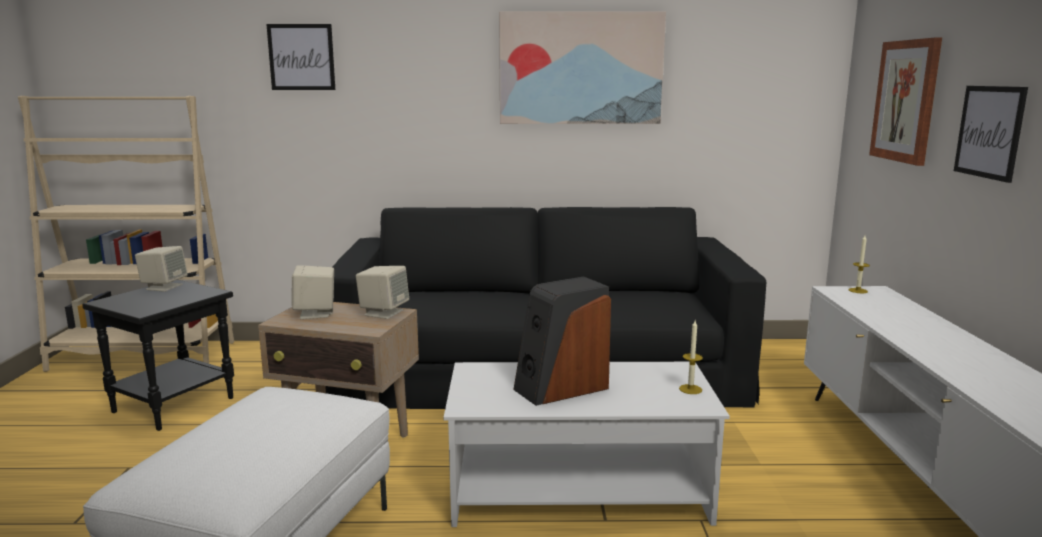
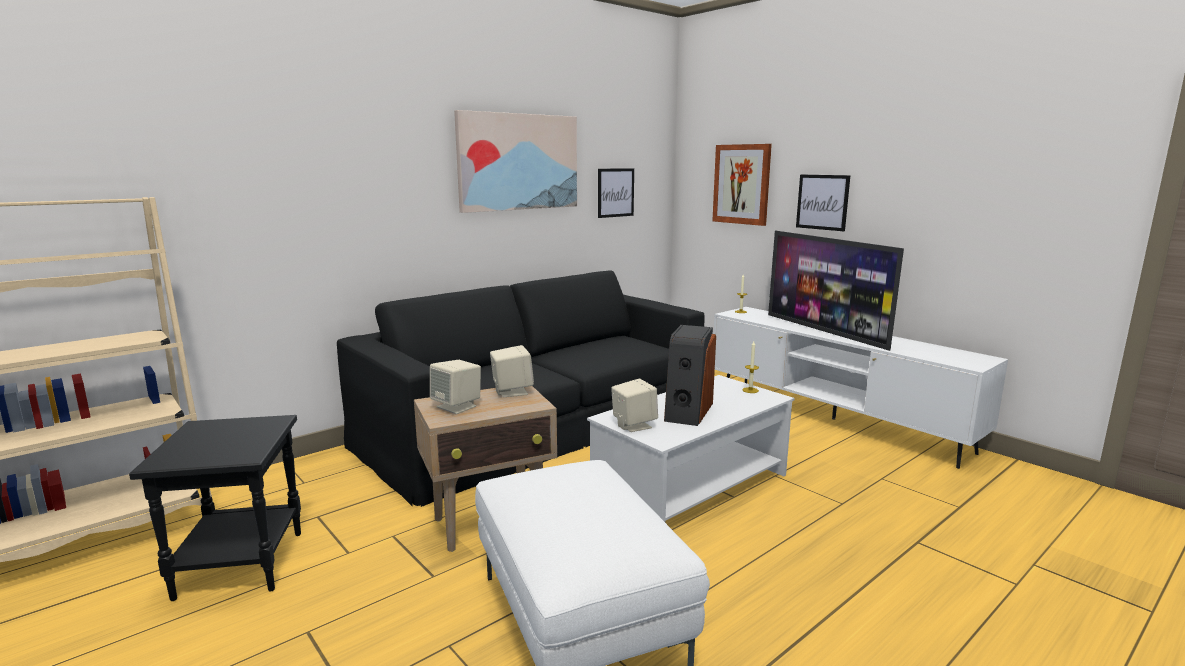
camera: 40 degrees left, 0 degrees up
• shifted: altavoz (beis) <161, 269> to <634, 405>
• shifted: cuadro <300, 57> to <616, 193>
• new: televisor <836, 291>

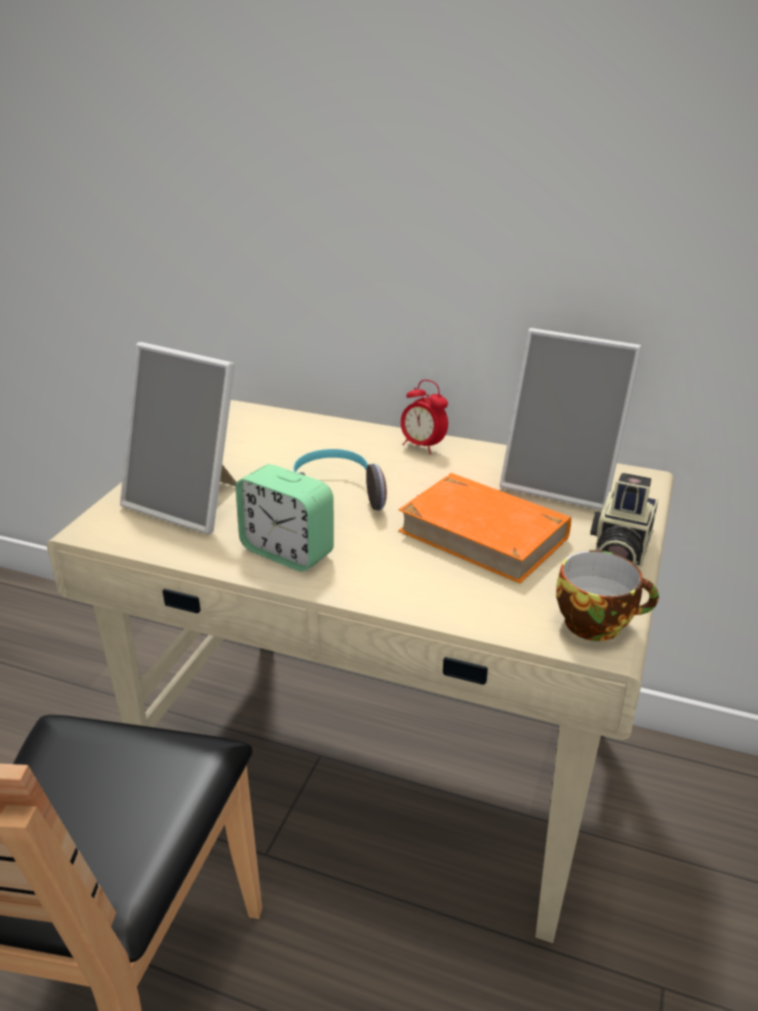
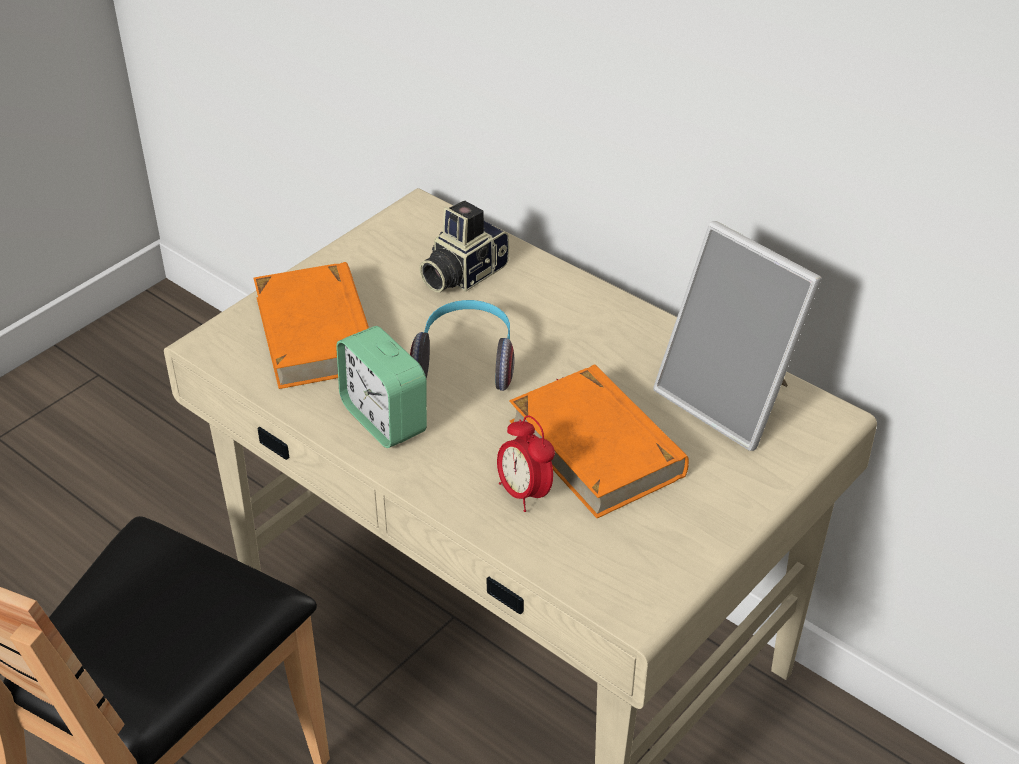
camera: 20 degrees right, 10 degrees up
• swapped: portarretratos <178, 438> to libro (naranja) <311, 325>
• shifted: despertador <424, 417> to <526, 463>
• gone: taza <607, 595>
• shifted: cámara <624, 520> to <464, 246>

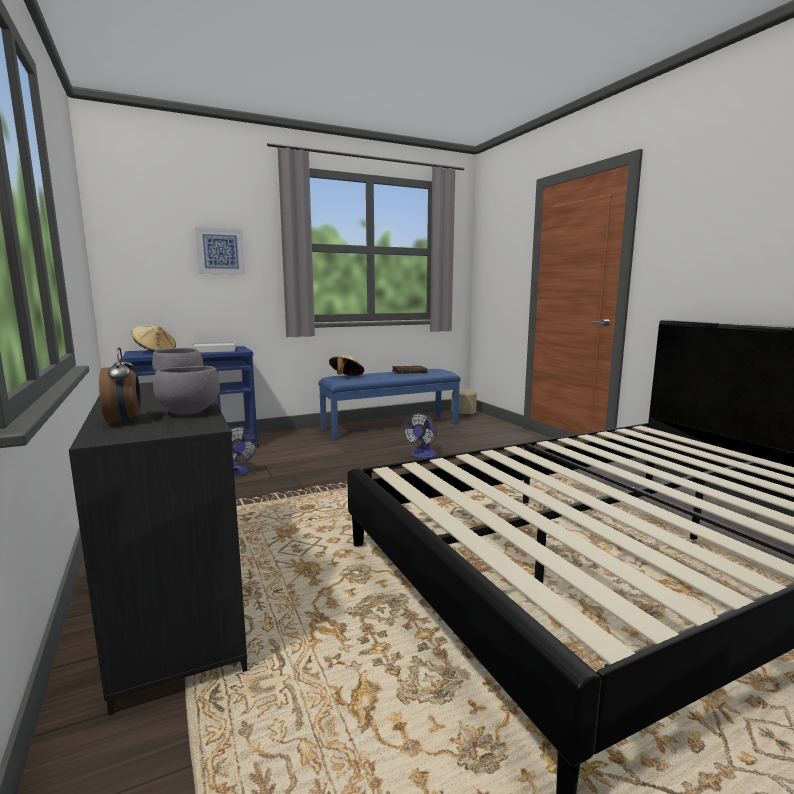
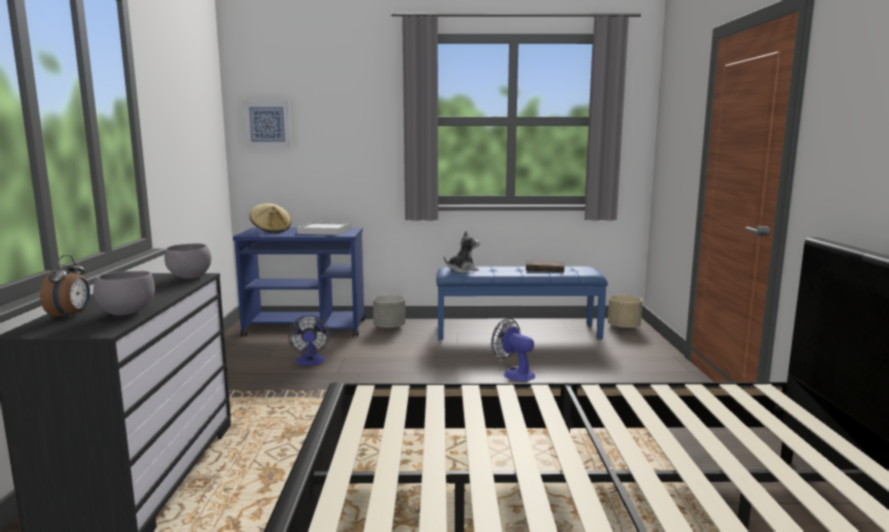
camera: 25 degrees right, 0 degrees up
• shifted: cuadro <220, 251> to <267, 124>
• swapped: sombrero (beis) <346, 365> to peluche <462, 252>
• rotated: ventilador <420, 435> = <513, 349> 90 degrees clockwise
• new: maceta (gris) <389, 312>

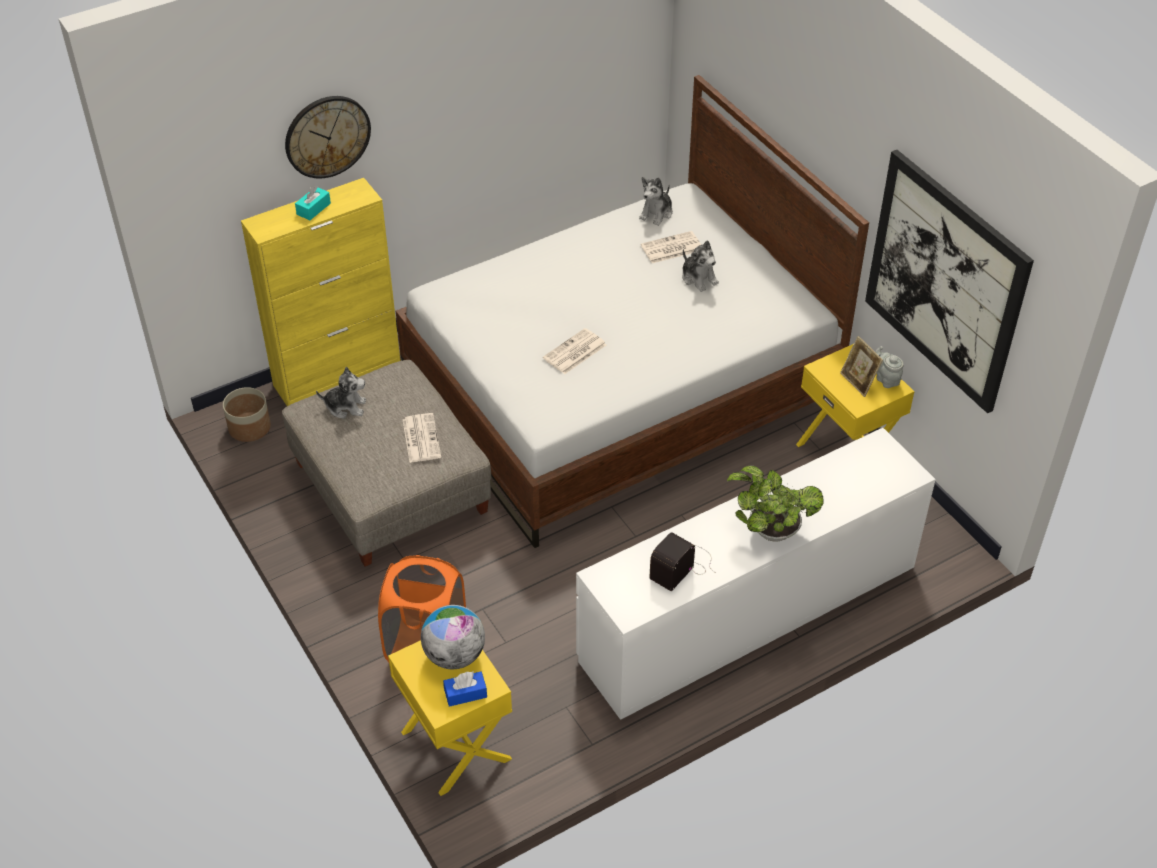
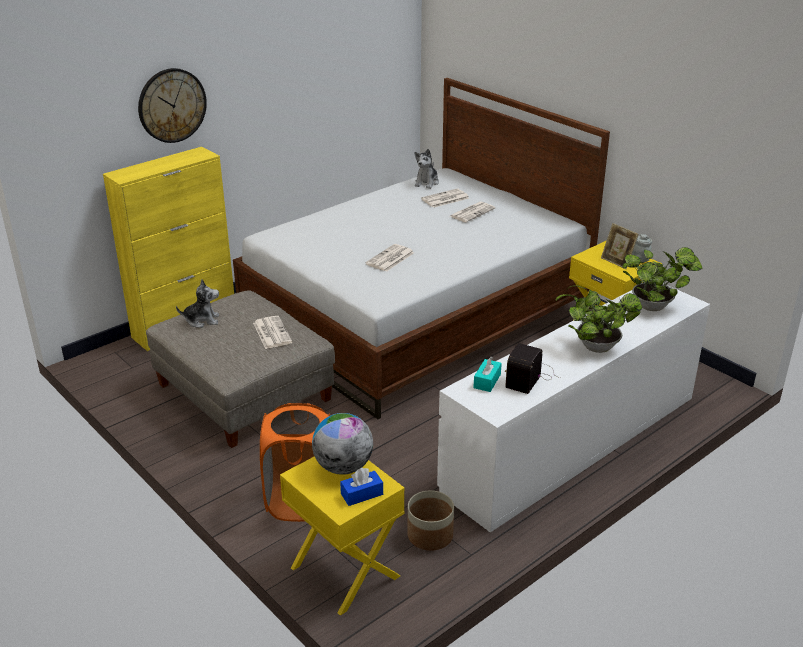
camera: 10 degrees left, 15 degrees down
• shifted: maceta <247, 414> to <431, 520>
• shifted: caja de pañuelos (turquesa) <313, 202> to <487, 374>
• swapped: peluche <700, 266> to periódico <473, 212>
• gone: cuadro <949, 281>
• new: planta en maceta <662, 279>

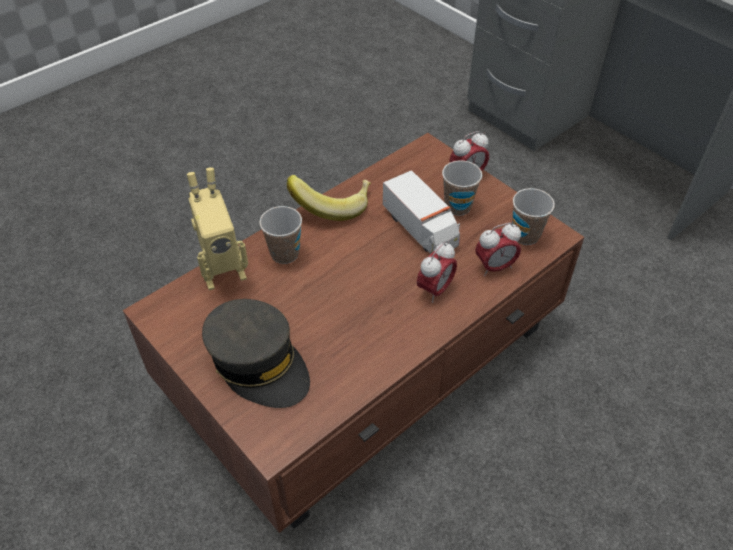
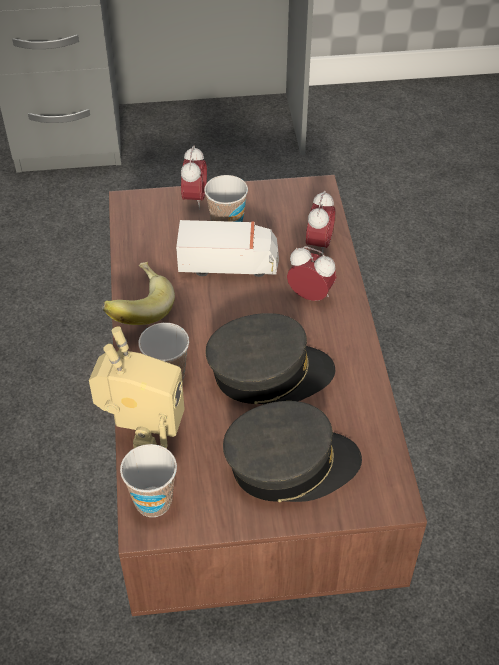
camera: 55 degrees left, 0 degrees up
• rotated: despertador <437, 272> = <311, 273> 45 degrees counterclockwise
• shifted: taza <533, 216> to <148, 480>
• new: gorra (gris) <270, 358>

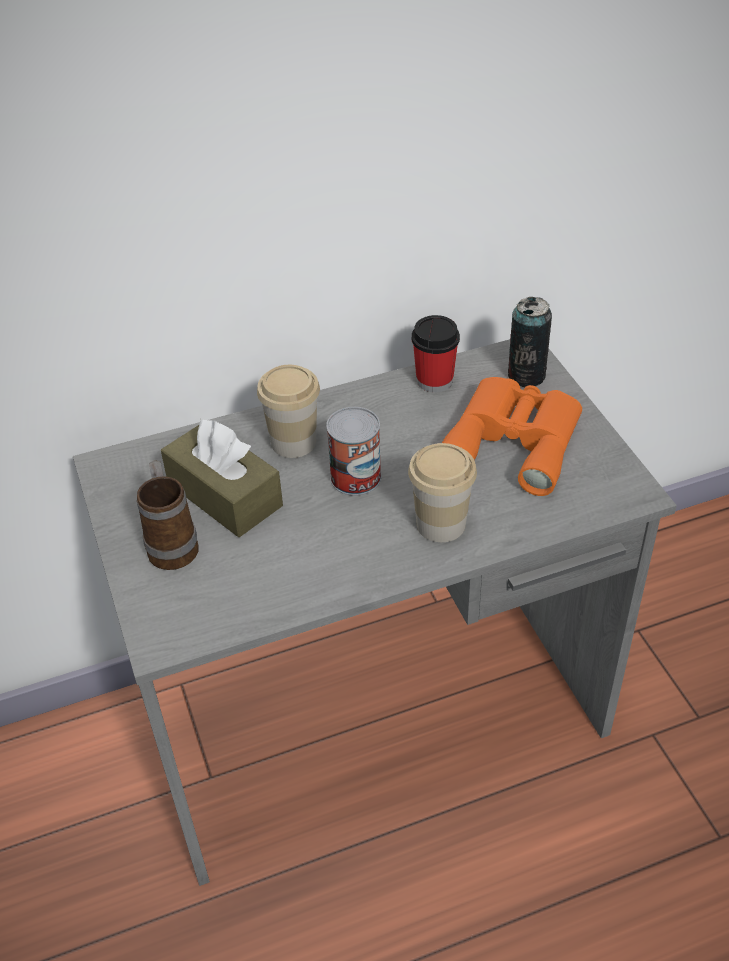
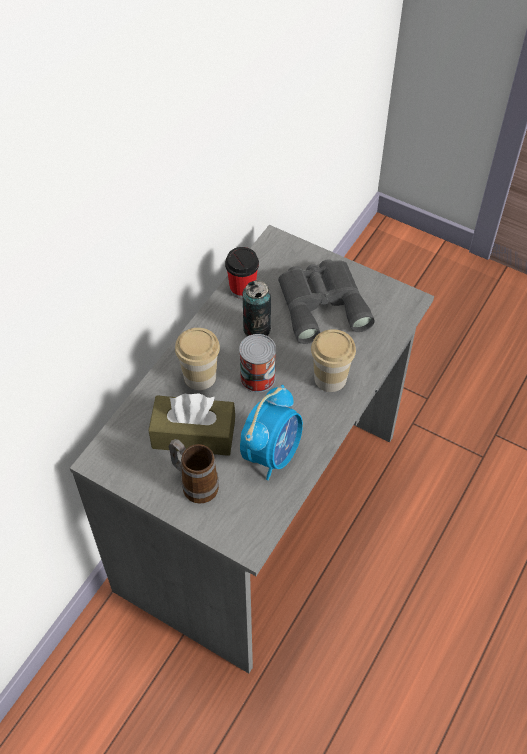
camera: 40 degrees left, 10 degrees up
• repainted: prismáticos (naranja) <512, 436> to prismáticos (gris) <326, 301>
• shifted: lata <530, 342> to <257, 308>
• new: despertador <271, 432>

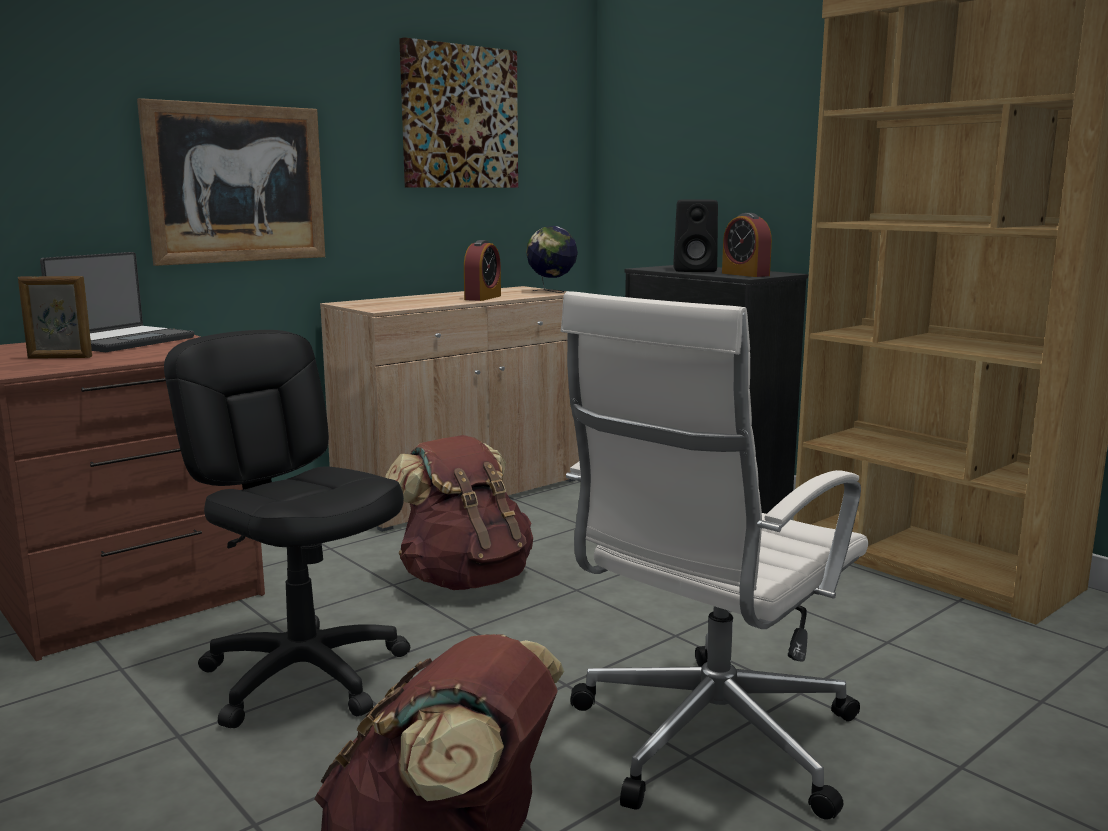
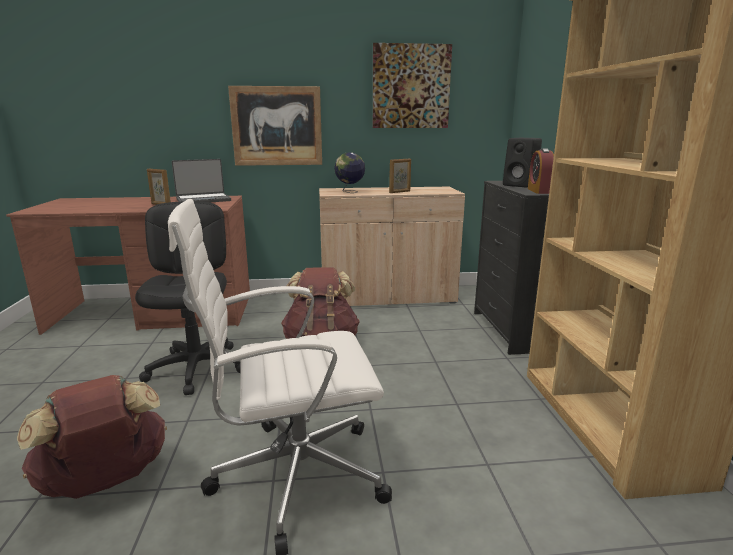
camera: 35 degrees right, 5 degrees up
• swapped: despertador <482, 270> to portarretratos <400, 176>
• shifted: globo terráqueo <552, 259> to <349, 172>

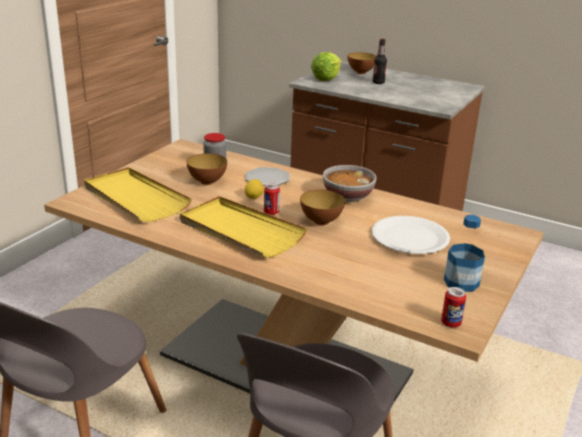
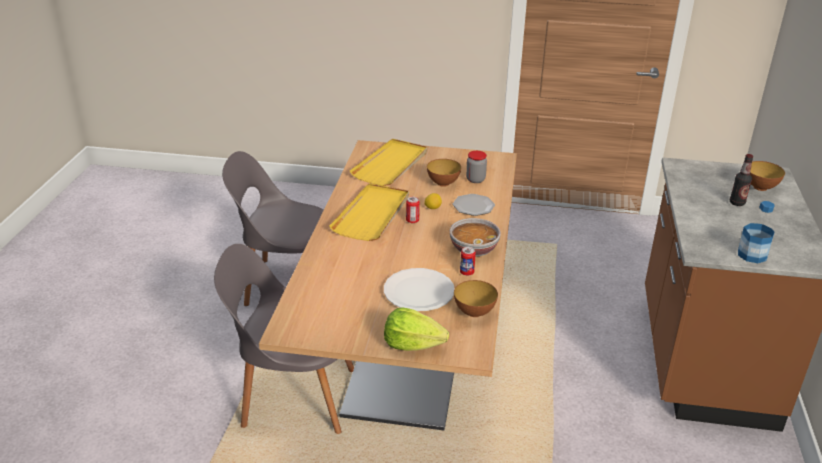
camera: 70 degrees right, 5 degrees up
• shifted: cuenco <322, 207> to <476, 298>
• shifted: lechuga <326, 66> to <416, 329>
• shifted: lata <453, 307> to <468, 261>
• shifted: botella <464, 253> to <756, 232>

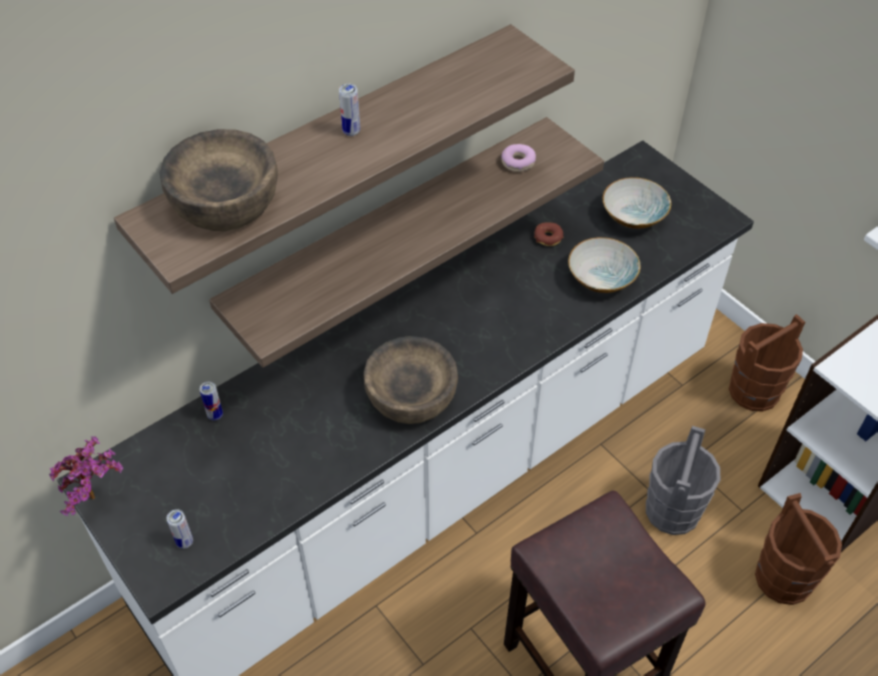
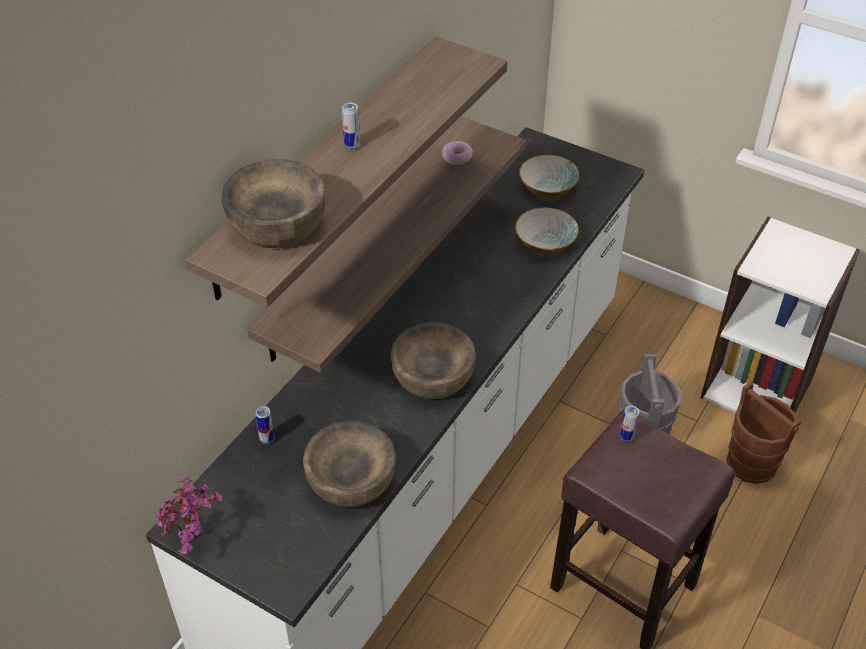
camera: 20 degrees left, 5 degrees down
• shifted: lata <180, 529> to <629, 424>
• gone: rosquilla <549, 234>
• gone: cubo (marrón) <767, 363>
• new: cuenco (marrón) <349, 464>

